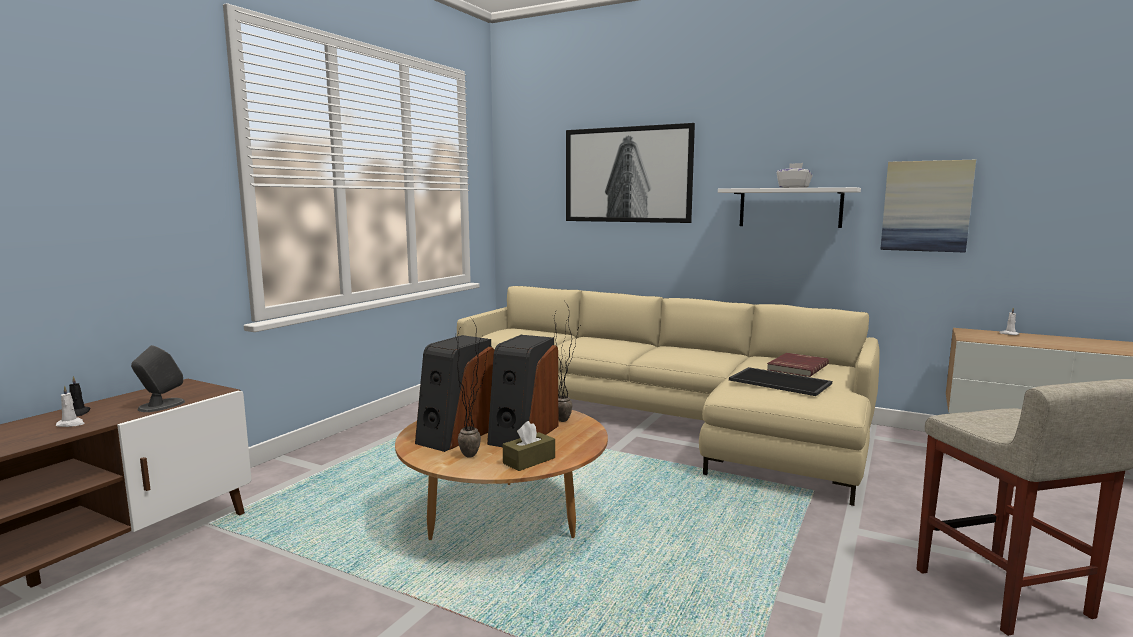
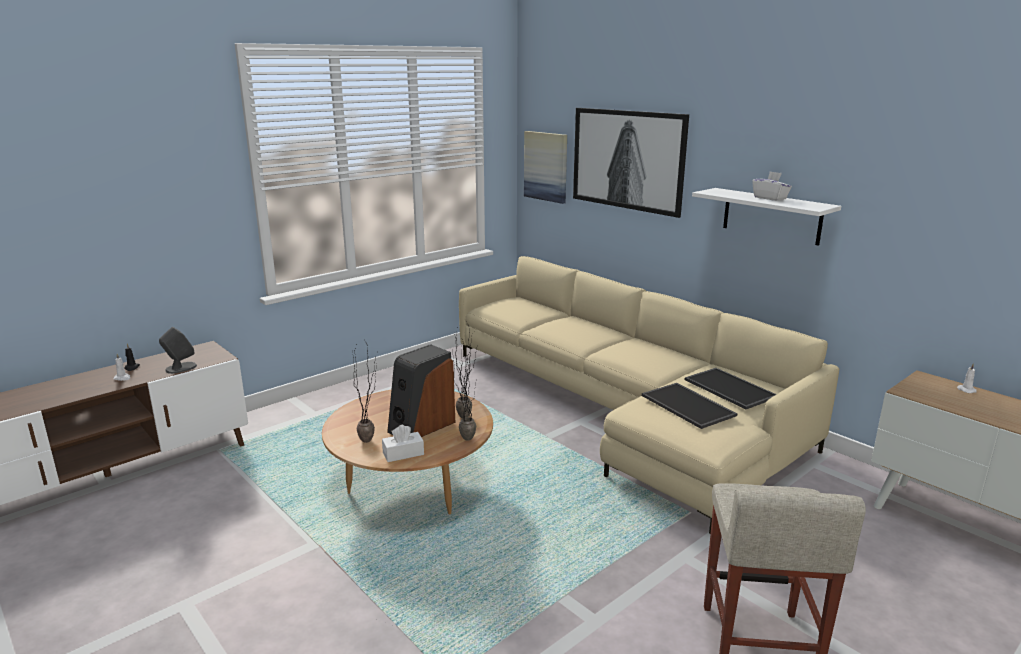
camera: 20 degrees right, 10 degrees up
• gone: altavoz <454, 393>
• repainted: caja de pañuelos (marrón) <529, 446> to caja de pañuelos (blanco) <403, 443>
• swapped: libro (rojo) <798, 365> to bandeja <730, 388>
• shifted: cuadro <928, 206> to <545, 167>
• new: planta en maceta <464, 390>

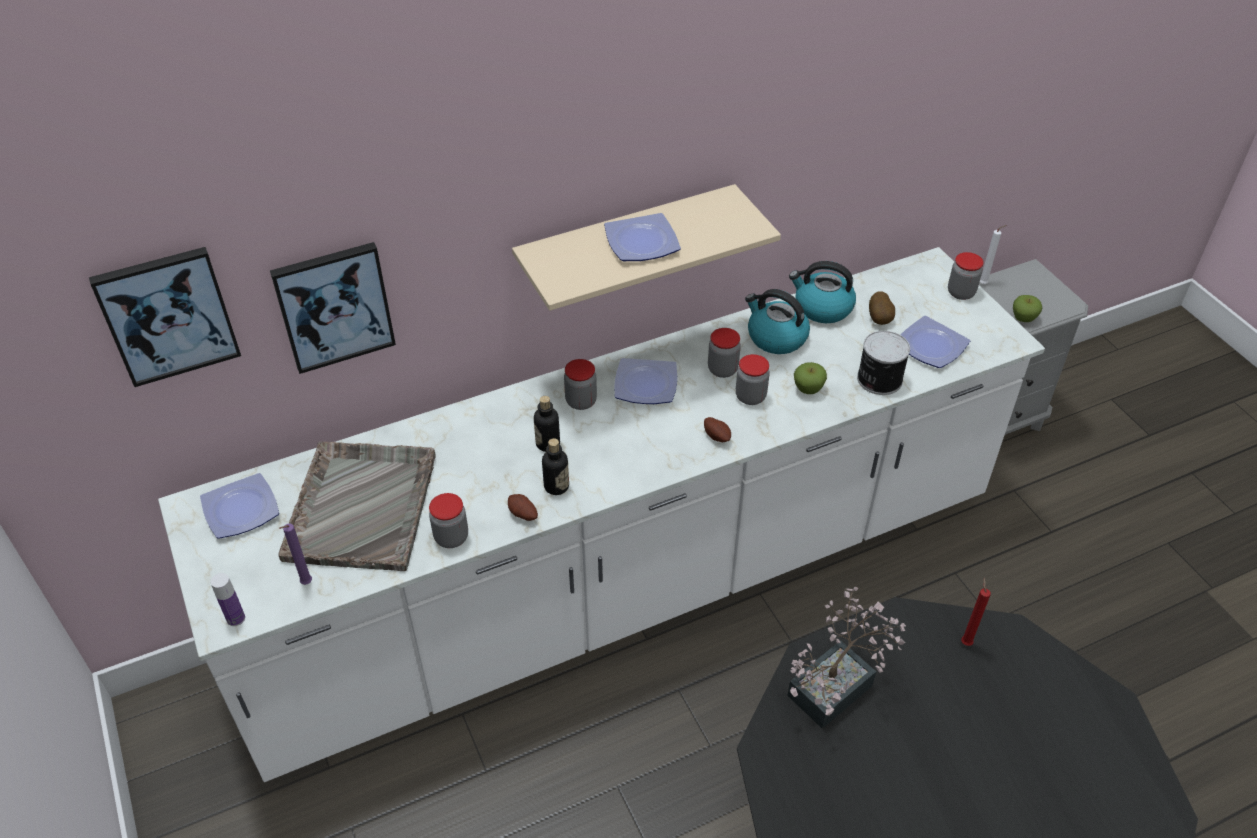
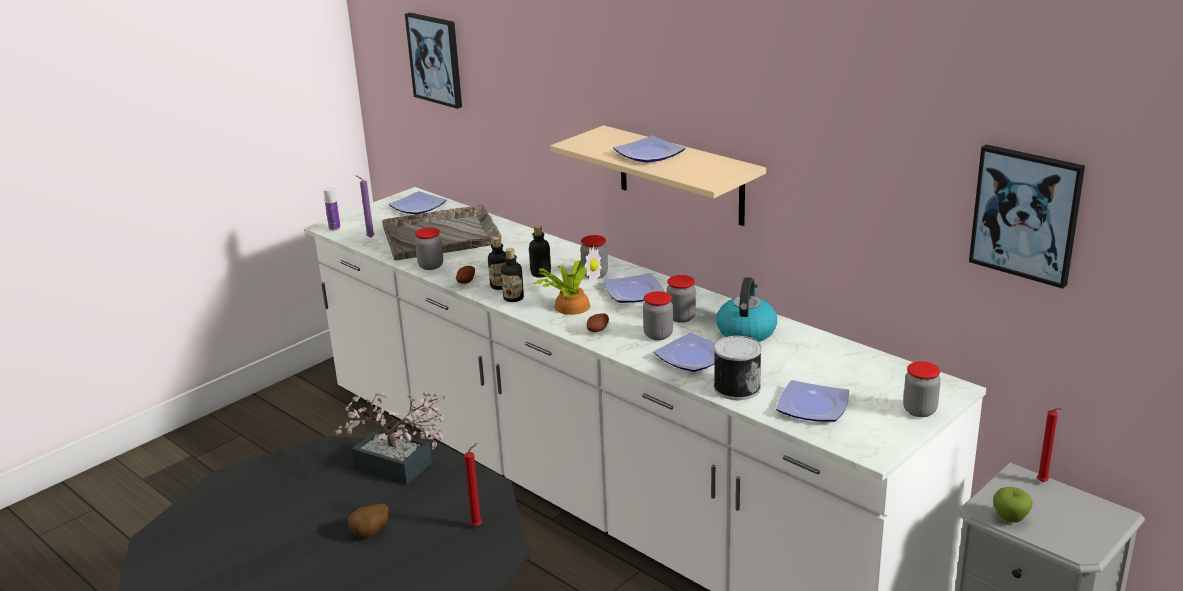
camera: 70 degrees right, 20 degrees down
• shifted: cuadro <333, 308> to <1027, 216>
• gone: hervidor <822, 292>
• swapped: manzana <810, 378> to plato <684, 352>
• shifted: patata <882, 308> to <368, 520>
• repainted: vela (blanco) <993, 254> to vela (rojo) <1049, 445>
• new: botella <512, 275>
• new: planta en maceta <568, 280>

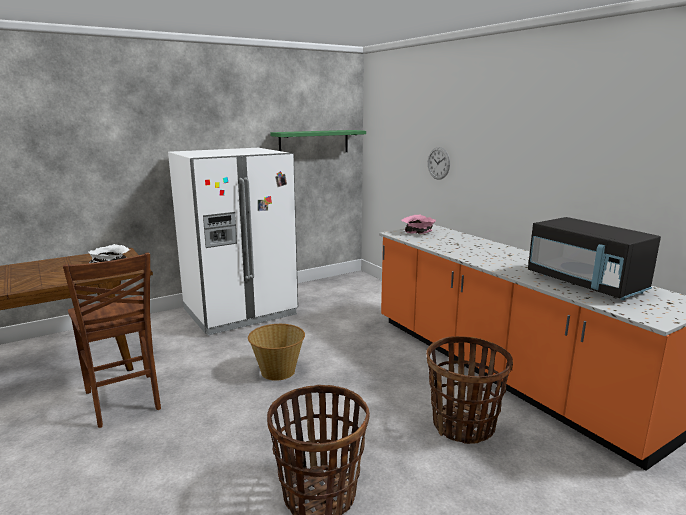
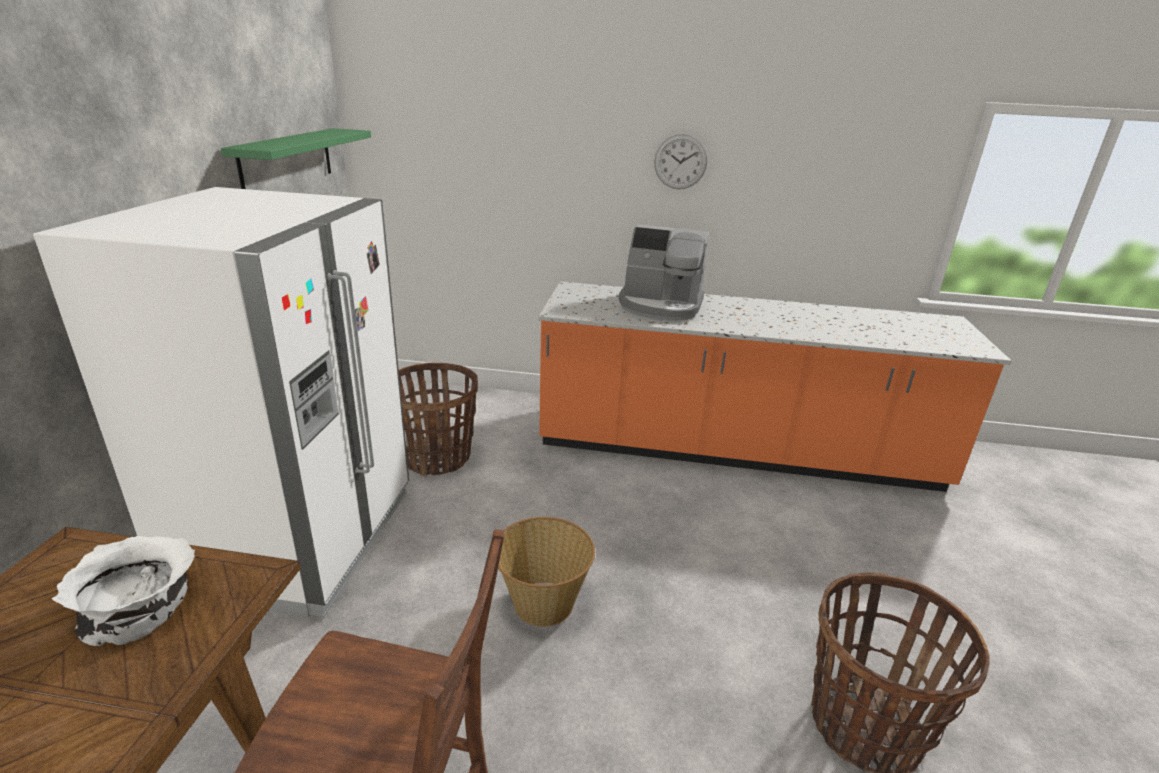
camera: 50 degrees left, 10 degrees up
• gone: cuenco (rosa) <419, 224>
• shifted: cesta <469, 390> to <438, 419>
• shifted: reloj de pared <439, 163> to <680, 161>
• gone: microondas (negro) <594, 258>
• new: cafetera <664, 272>

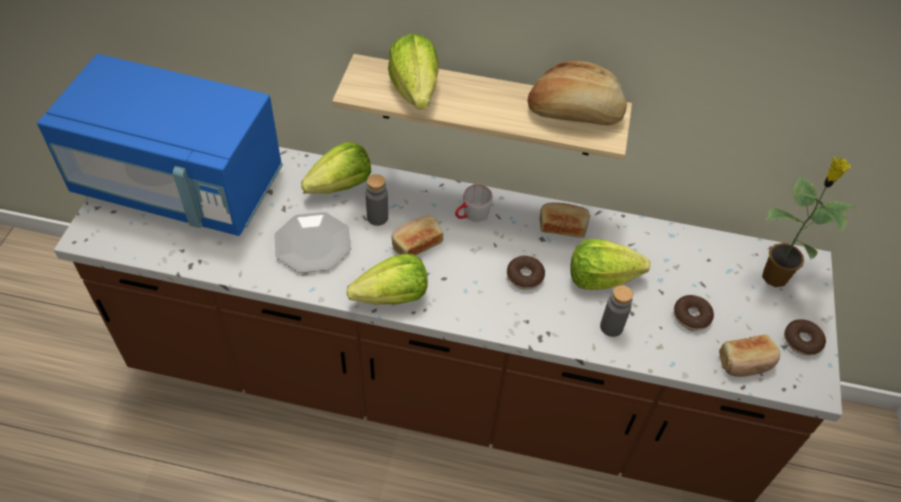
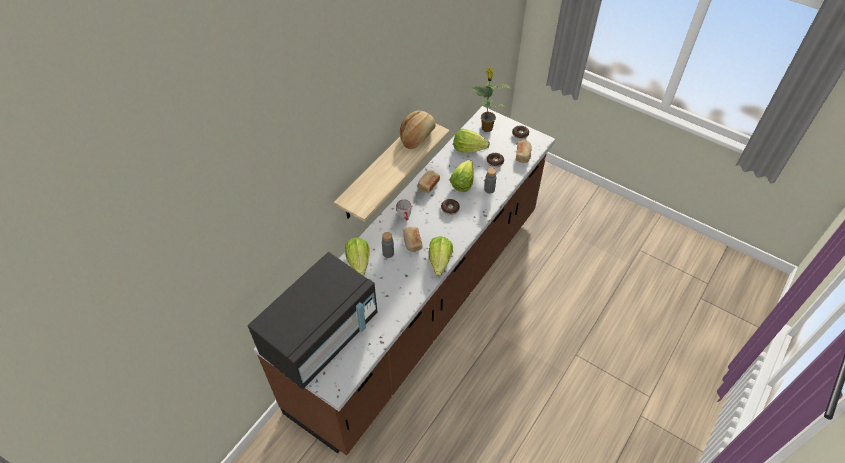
camera: 65 degrees left, 0 degrees up
• repainted: microondas (azul) <160, 145> to microondas (negro) <313, 320>
• gone: plato <312, 242>
• shifted: lechuga <413, 71> to <471, 141>

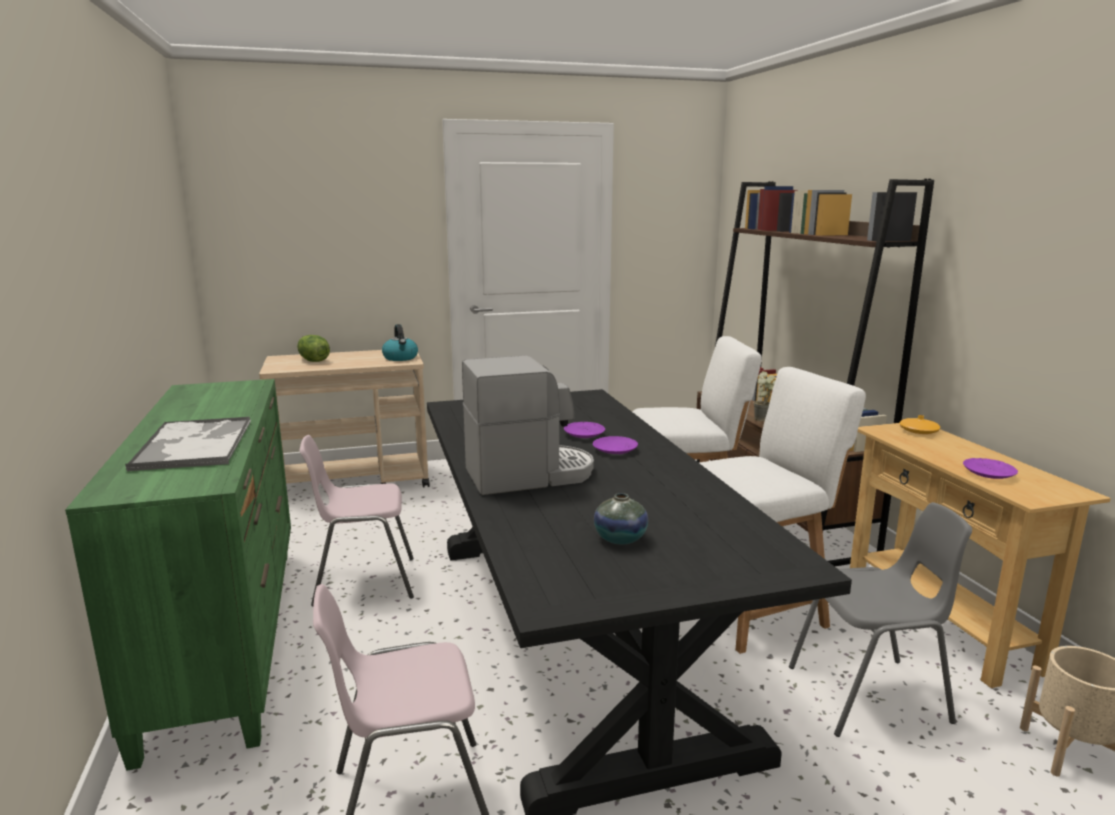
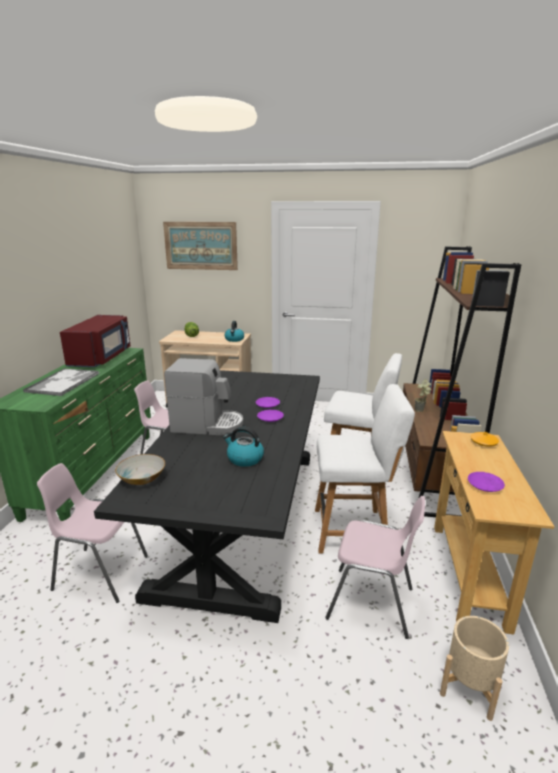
camera: 25 degrees right, 5 degrees up
• gone: florero <621, 518>
• repainted: silla (gris) <880, 619> to silla (rosa) <375, 567>
• new: microondas (rojo) <95, 341>
• new: cuenco <140, 469>
• new: cuadro <200, 246>
• new: hervidor <243, 447>

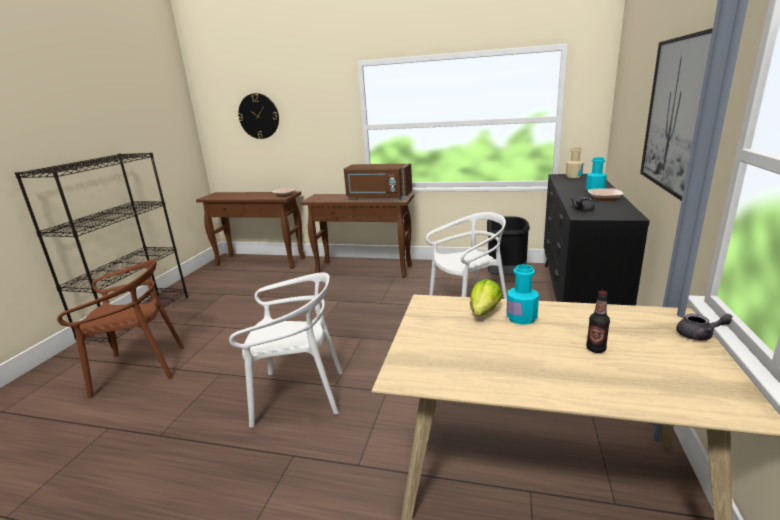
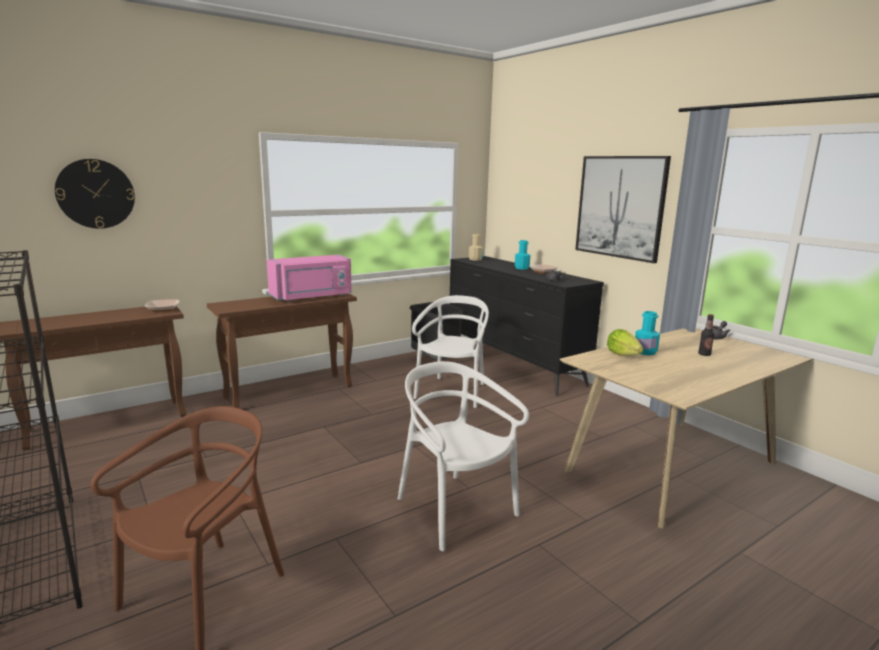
camera: 50 degrees left, 5 degrees down
• rotated: silla (blanco) <286, 350> = <463, 456> 75 degrees counterclockwise
• repainted: microondas (marrón) <378, 181> to microondas (rosa) <309, 278>

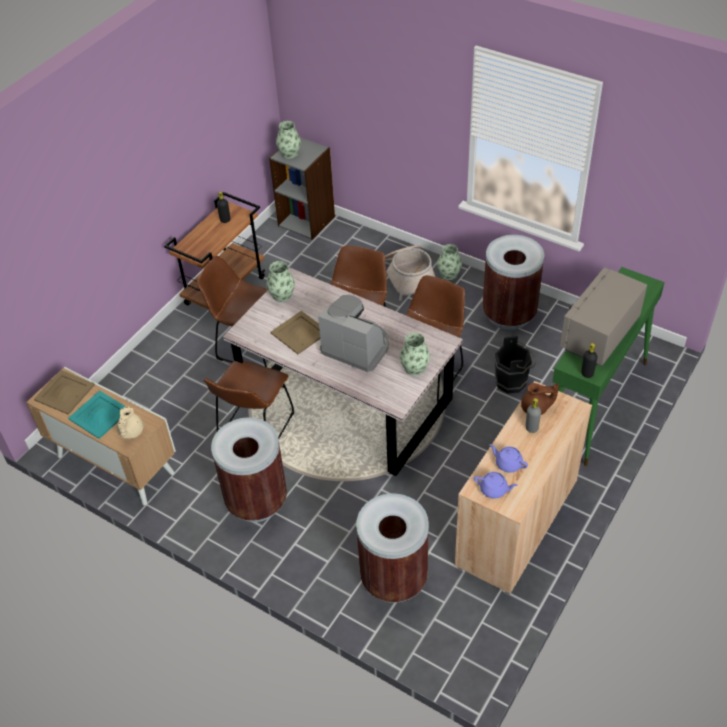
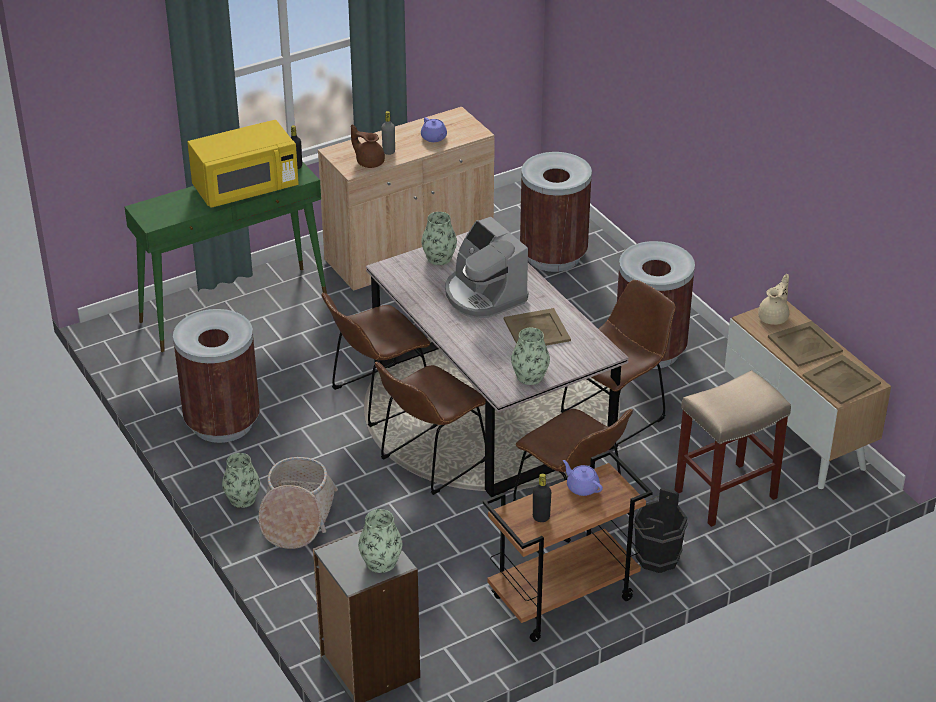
camera: 155 degrees left, 10 degrees down
• repainted: bandeja (turquesa) <97, 415> to bandeja (beis) <805, 344>
• shifted: tetera (morado) <496, 485> to <583, 478>
• shifted: cubo (negro) <515, 365> to <658, 530>
• repainted: microondas (gris) <603, 317> to microondas (amarillo) <243, 164>
• new: taburete (beis) <732, 448>

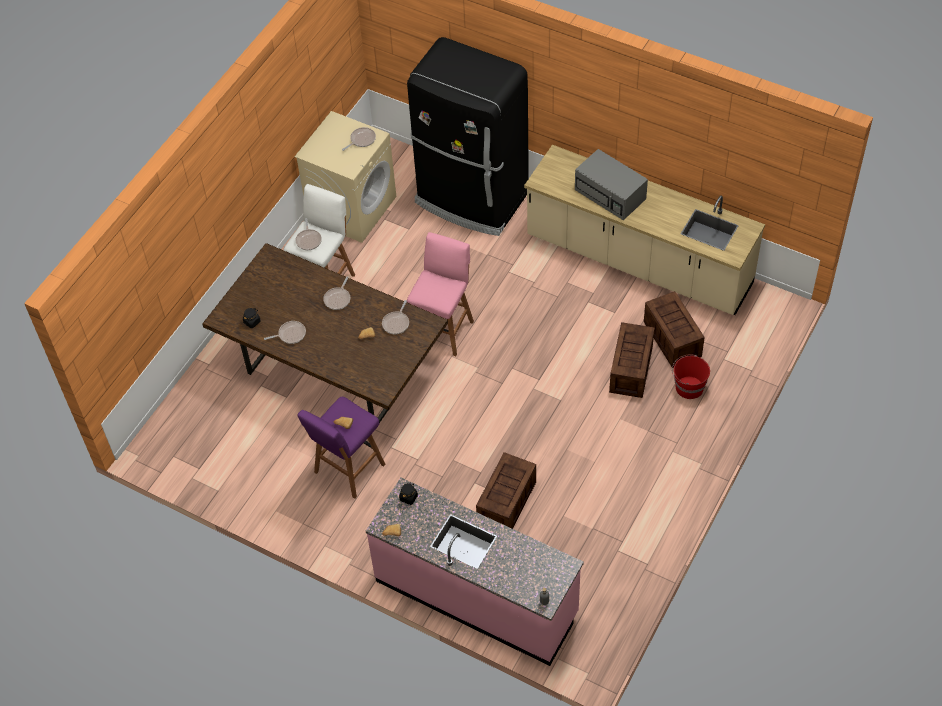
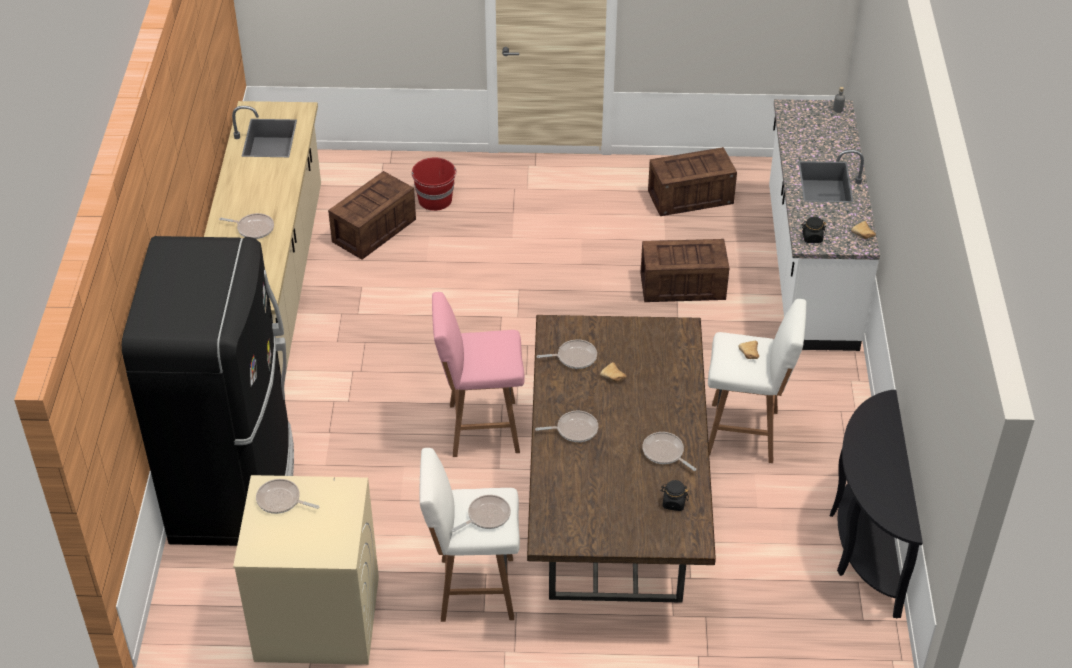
camera: 120 degrees left, 10 degrees down
• repainted: taburete (morado) <342, 448> to taburete (blanco) <757, 381>
• repainted: mueble bajo de cocina (rosa) <475, 572> to mueble bajo de cocina (blanco) <824, 225>
• swapped: microondas (gris) <611, 184> to sartén <246, 226>
• shifted: caja de embalaje <632, 360> to <692, 181>
• new: mesa consola (negro) <876, 504>

